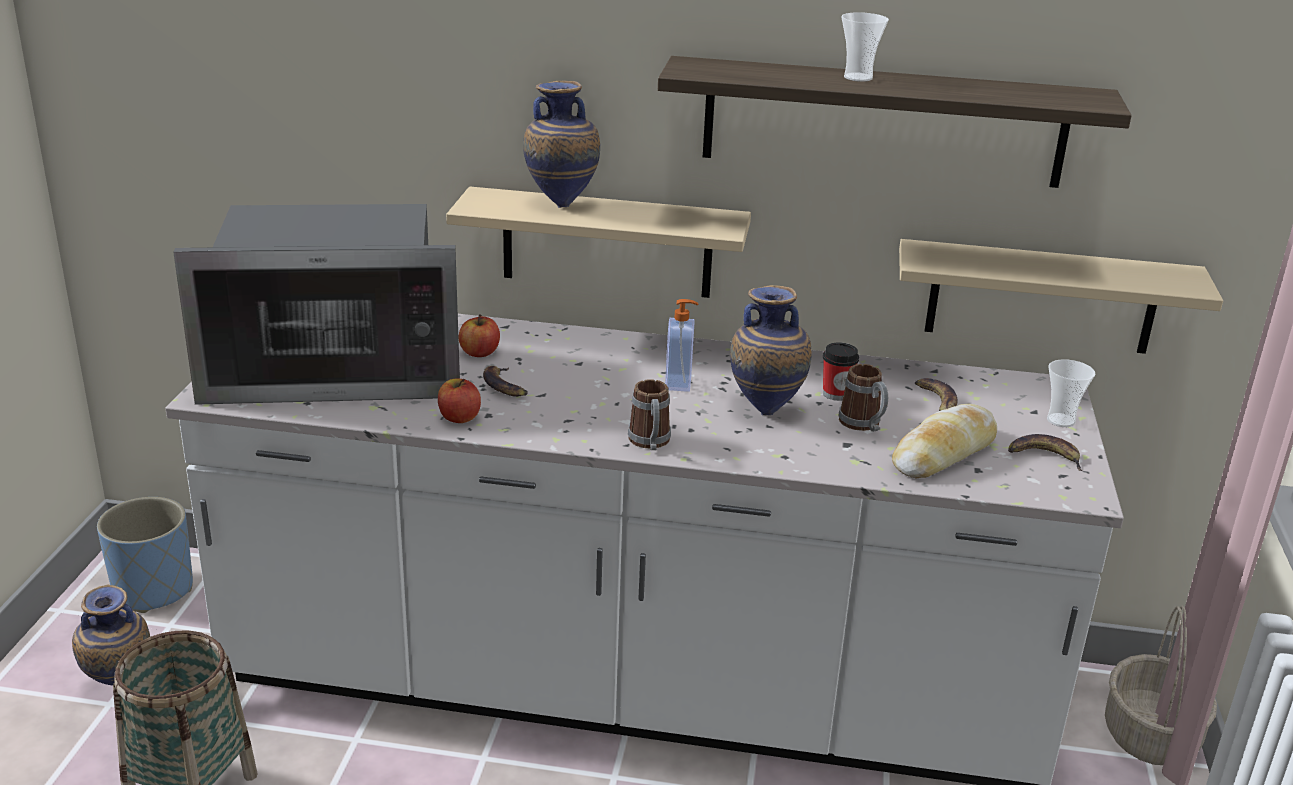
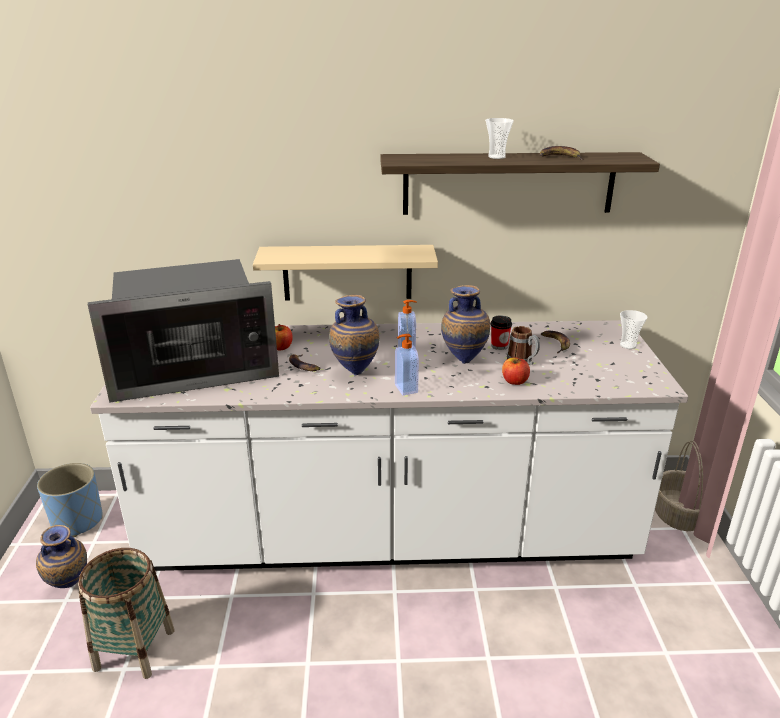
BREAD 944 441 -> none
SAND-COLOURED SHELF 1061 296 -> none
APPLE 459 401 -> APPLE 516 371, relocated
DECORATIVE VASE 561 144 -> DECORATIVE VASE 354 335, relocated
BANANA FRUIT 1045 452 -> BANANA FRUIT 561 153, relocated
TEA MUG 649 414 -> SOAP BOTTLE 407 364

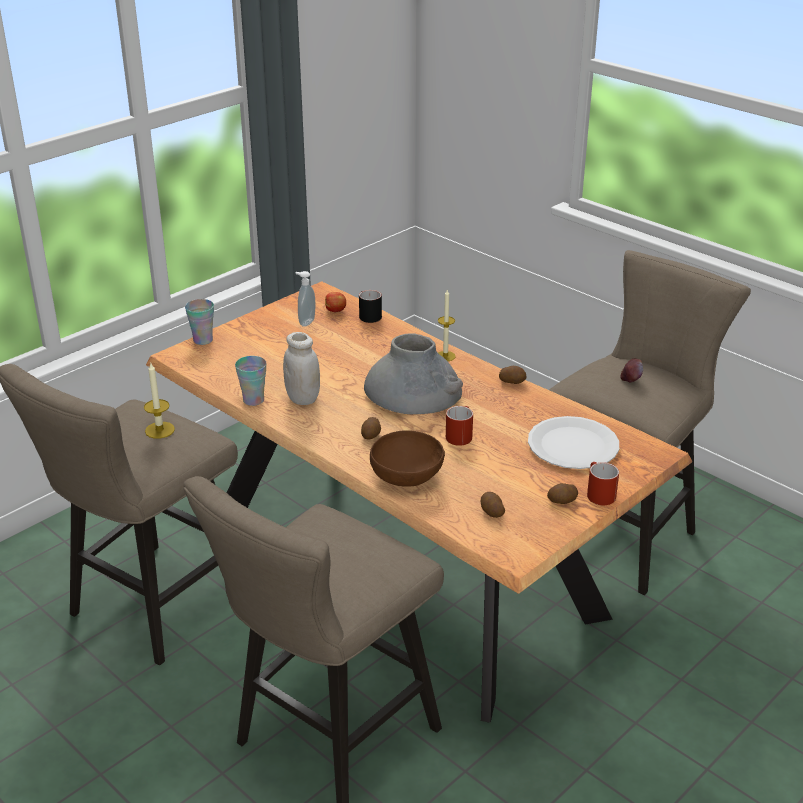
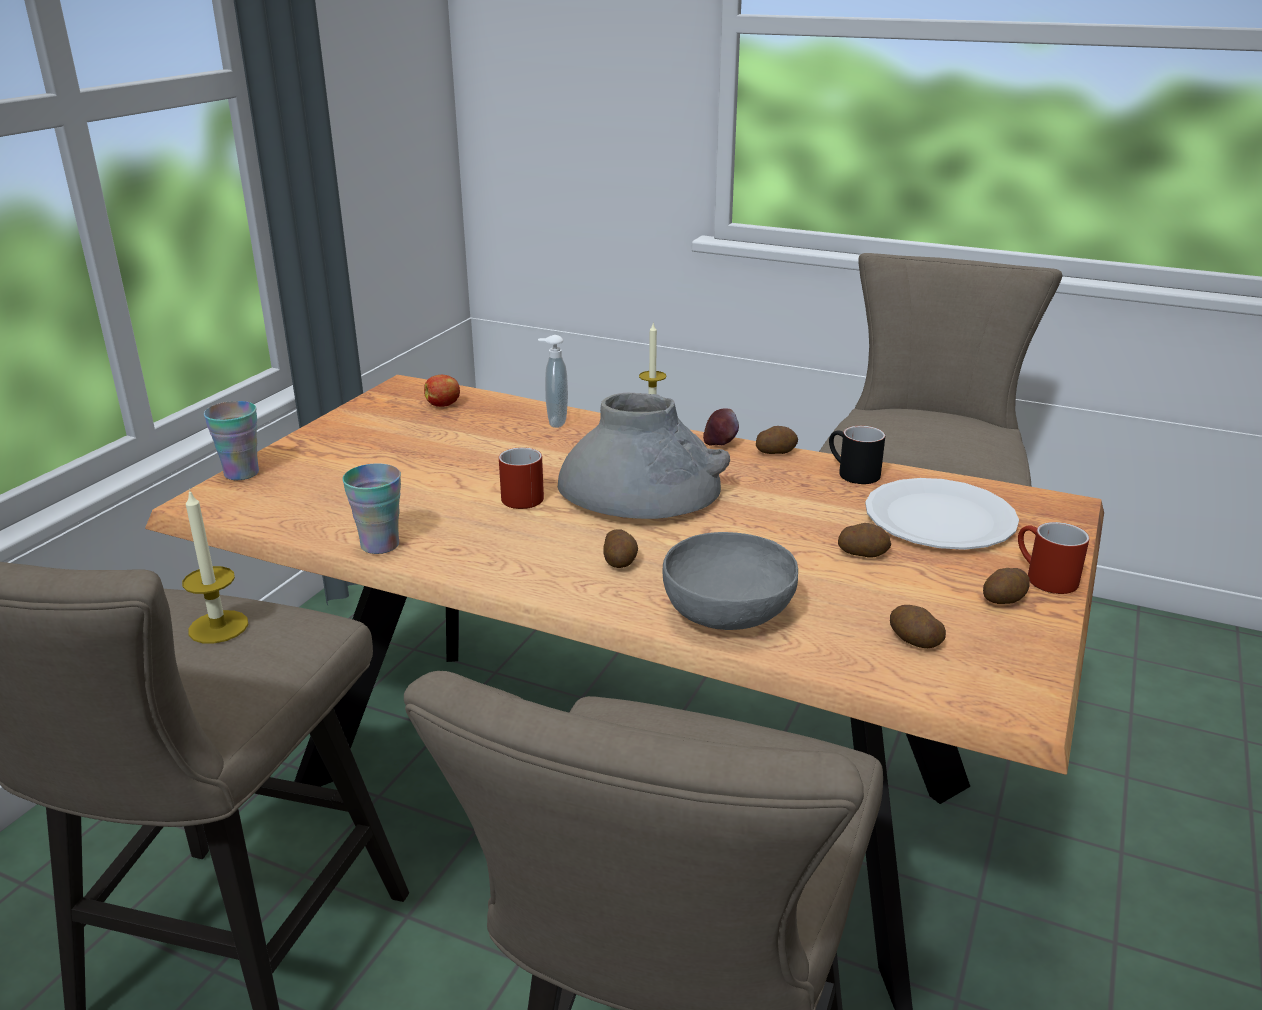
WHITE-COLOURED PRESERVE JAR 301 368 -> none
none -> WHOLE POTATO 864 540
SOAP BOTTLE 305 299 -> SOAP BOTTLE 553 381, relocated
BLACKISH TEA MUG 370 306 -> BLACKISH TEA MUG 857 455, relocated
RED TEA MUG 459 426 -> RED TEA MUG 521 478, relocated
APPLE 632 370 -> APPLE 721 427, relocated
BROWN BOWL 407 458 -> GRAY BOWL 730 581

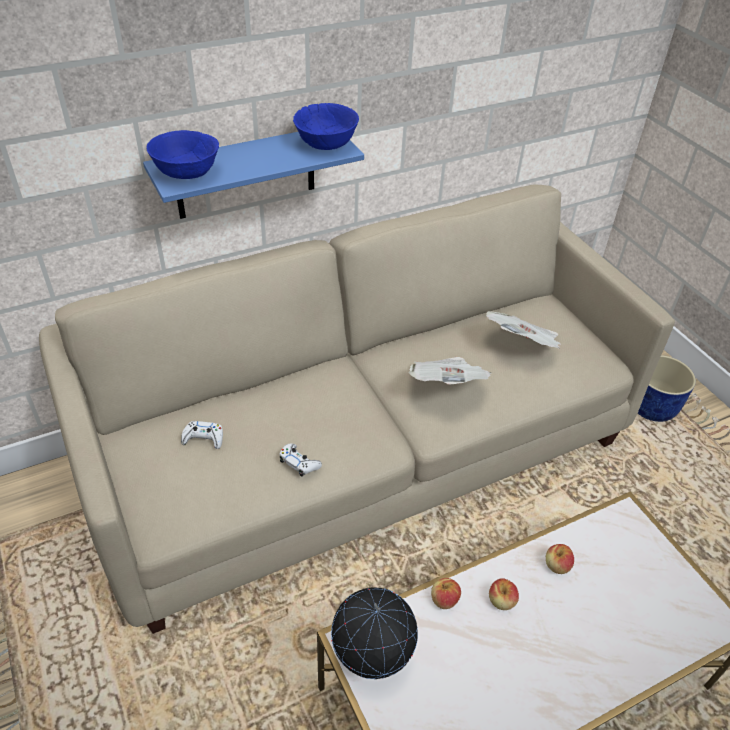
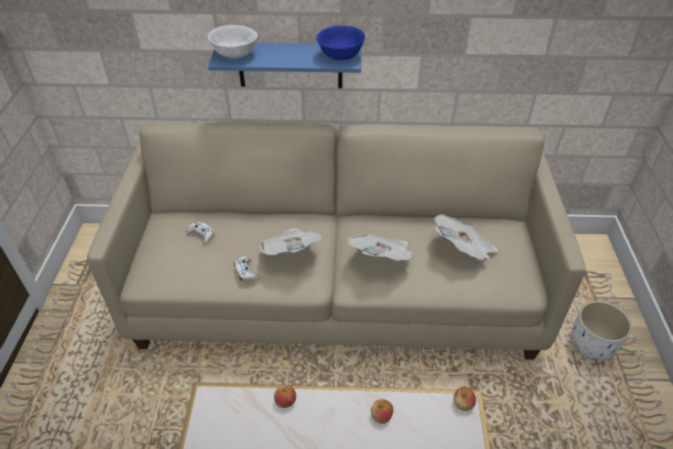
DESK GLOBE 374 633 -> none
none -> NEWSPAPER 291 241
APPLE 504 594 -> APPLE 465 399, relocated
BLUISH BOWL 183 154 -> WHITE-COLOURED BOWL 233 42
BLUISH FLOWER POT 667 388 -> WHITE-COLOURED FLOWER POT 601 331

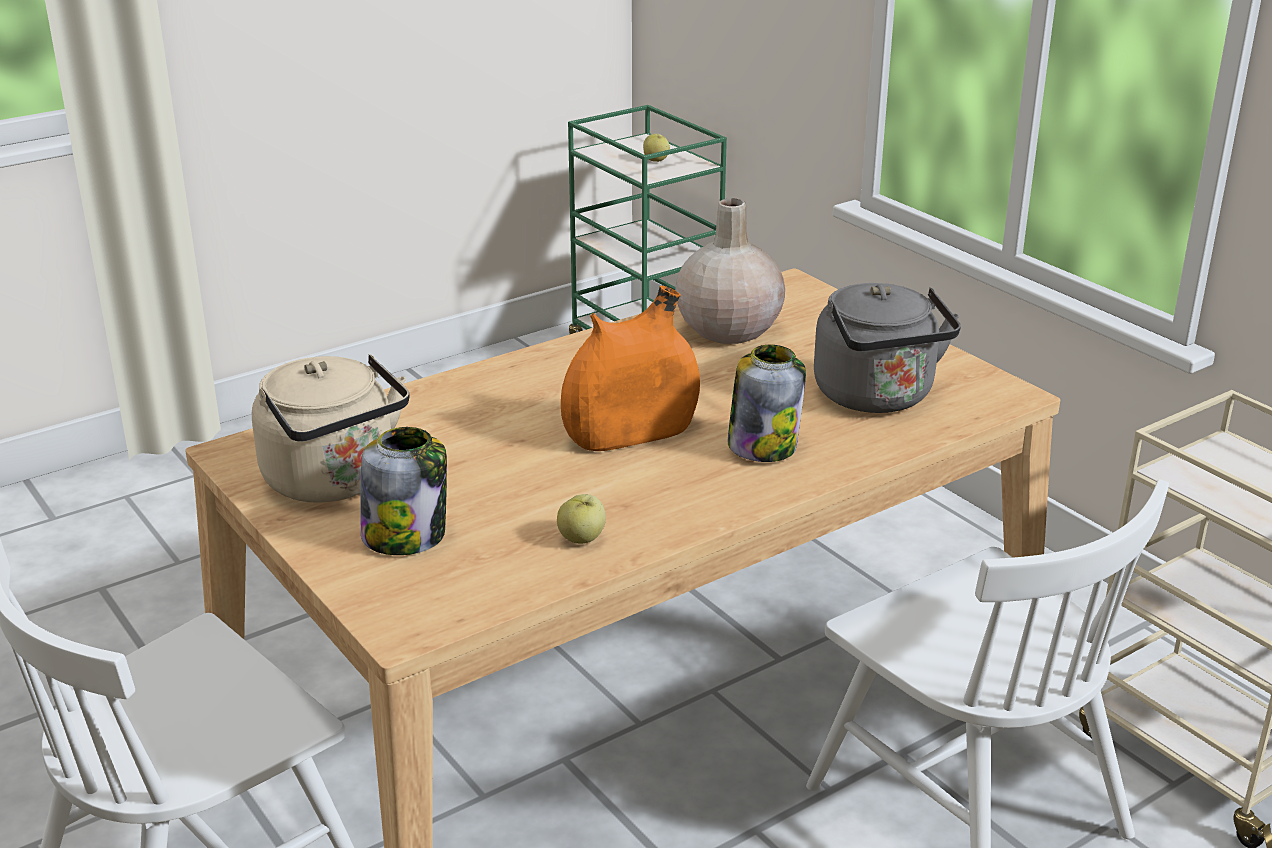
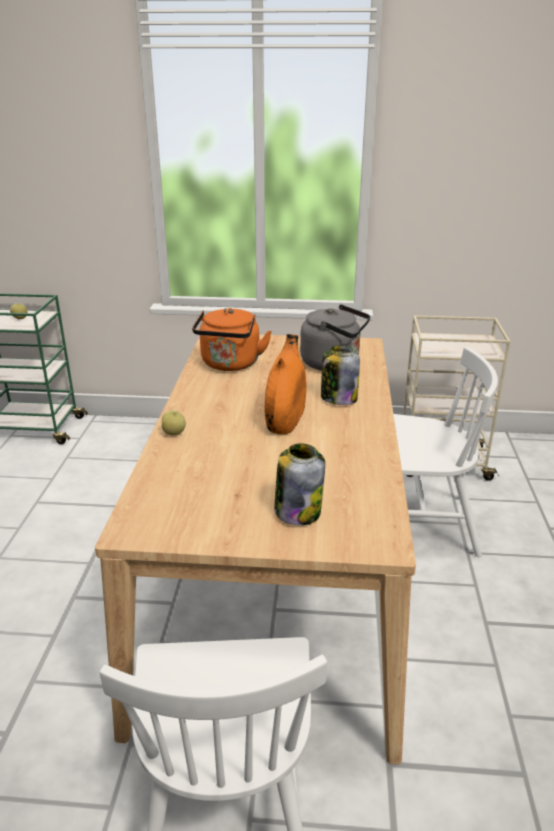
SAND-COLOURED KETTLE 331 428 -> none
APPLE 581 519 -> APPLE 174 423, relocated
SAND-COLOURED DECORATIVE VASE 730 271 -> ORANGE KETTLE 232 339

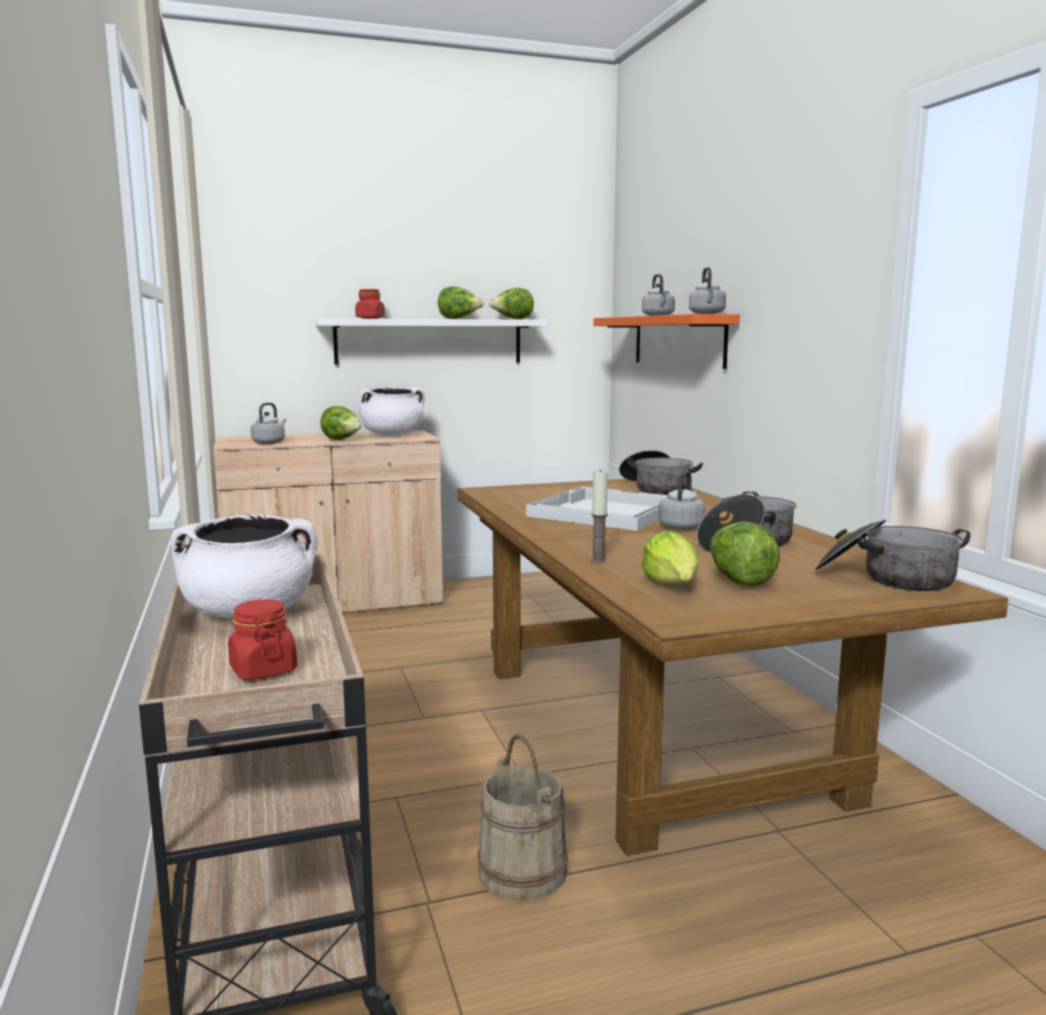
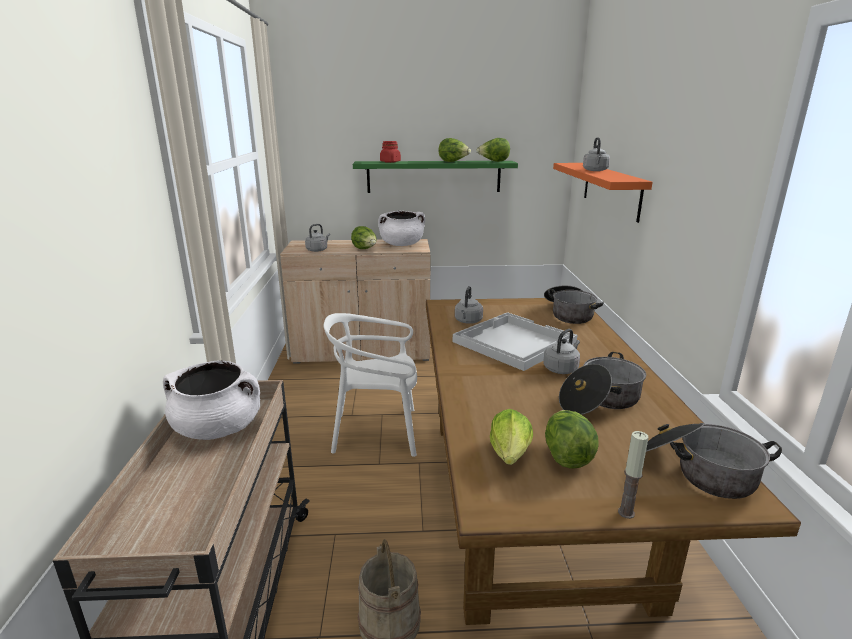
RED PRESERVE JAR 262 639 -> none
none -> WHITE-COLOURED UPRIGHT CHAIR 370 385
CANDLE 599 516 -> CANDLE 633 475, relocated
GRAY KETTLE 707 290 -> GRAY KETTLE 469 305, relocated
WHITE-COLOURED SHELF 431 341 -> GREEN-COLOURED SHELF 435 177

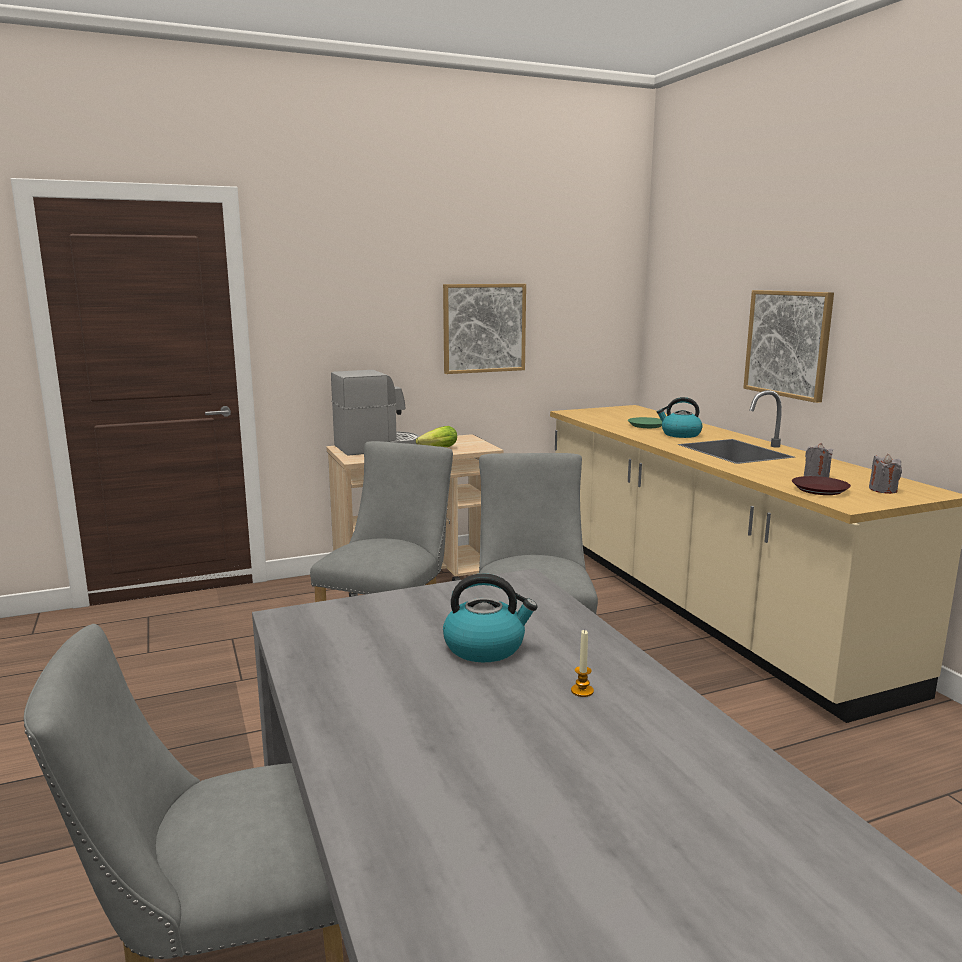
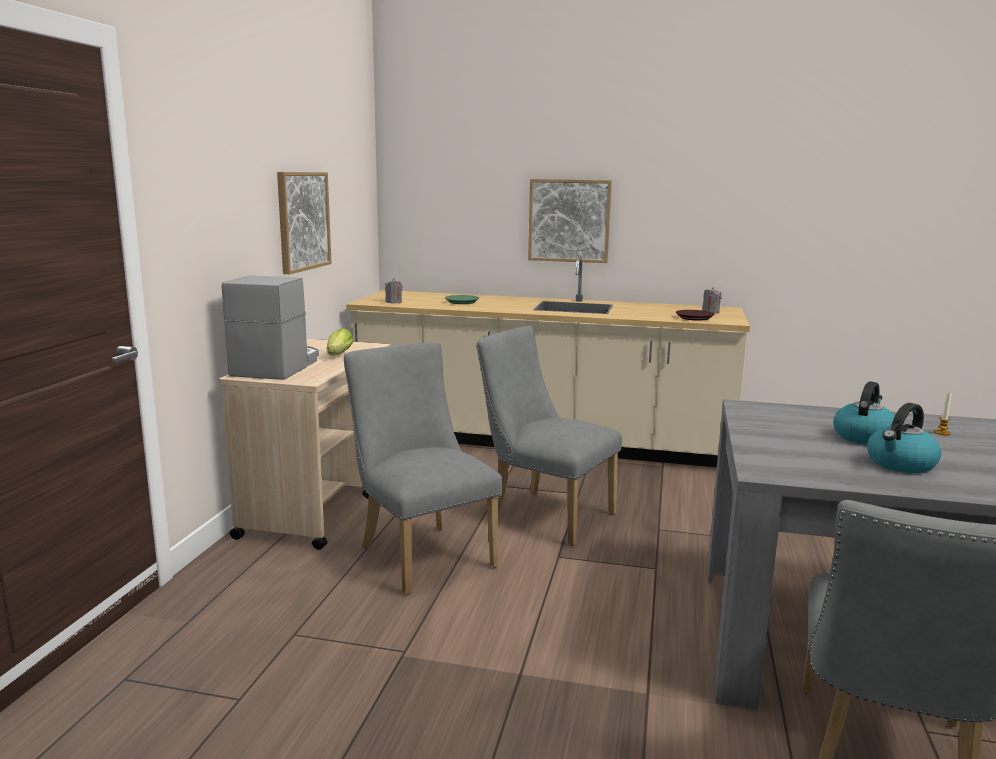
KETTLE 680 417 -> KETTLE 904 438, relocated
GRAY CANDLE 818 460 -> GRAY CANDLE 394 290, relocated

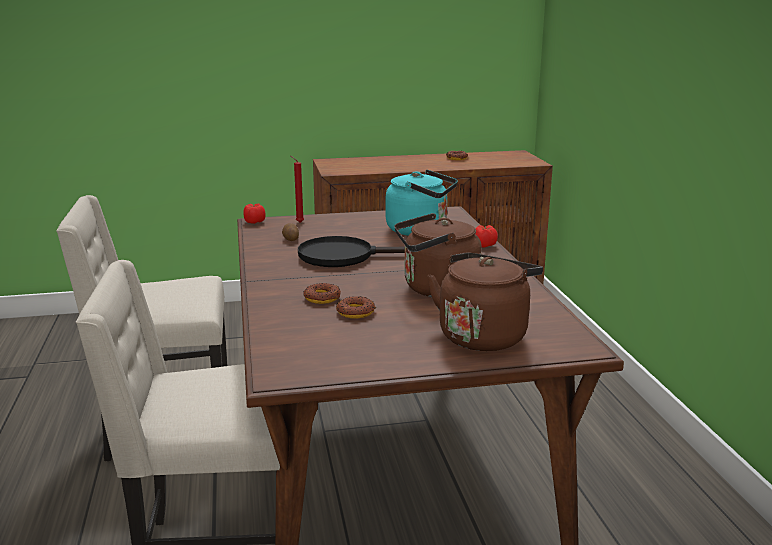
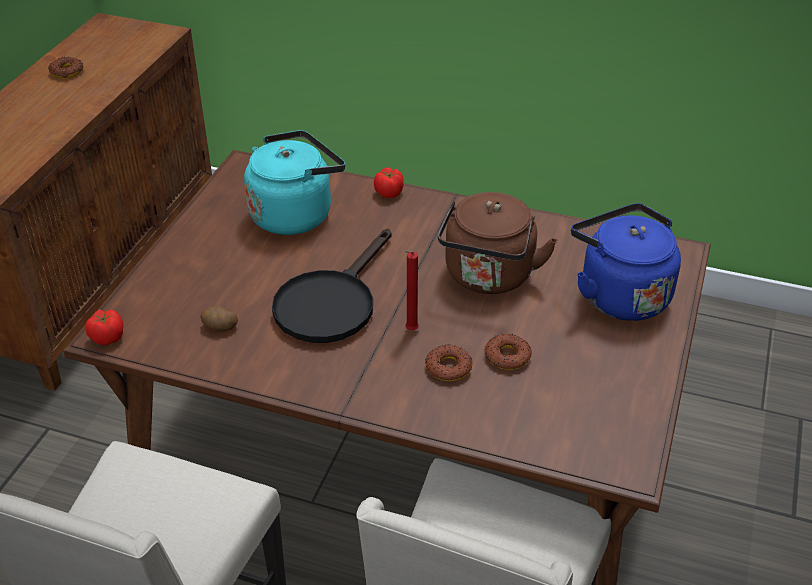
RED CANDLE 297 189 -> RED CANDLE 411 290, relocated
BROWN KETTLE 485 301 -> BLUISH KETTLE 626 262

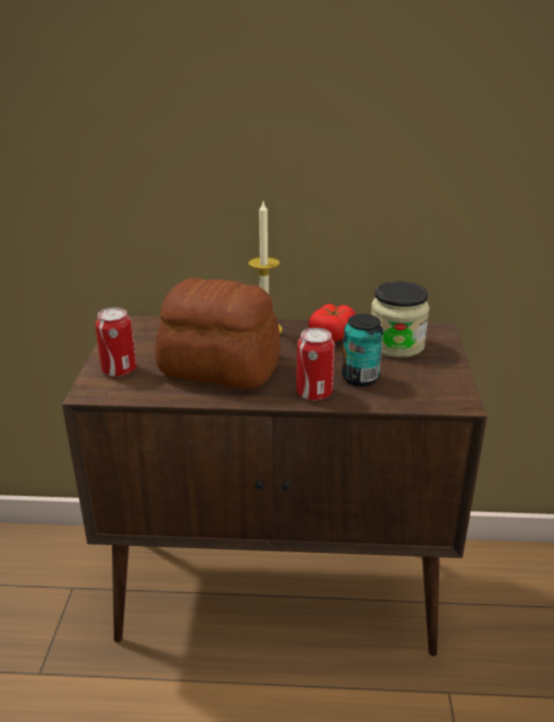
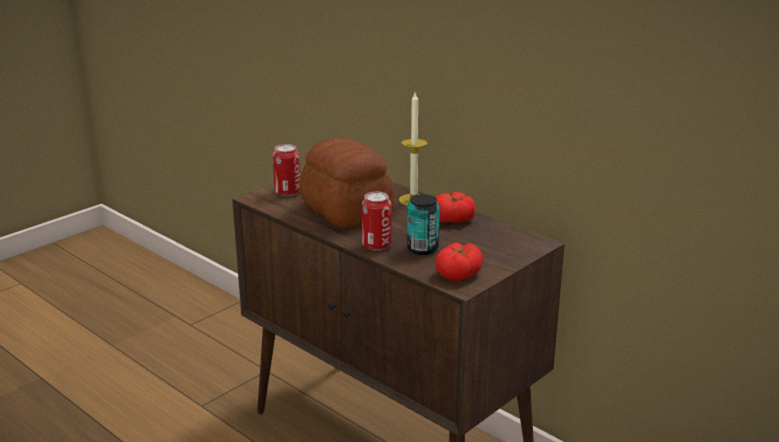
PRESERVE JAR 400 319 -> none
none -> WHOLE TOMATO 459 262

